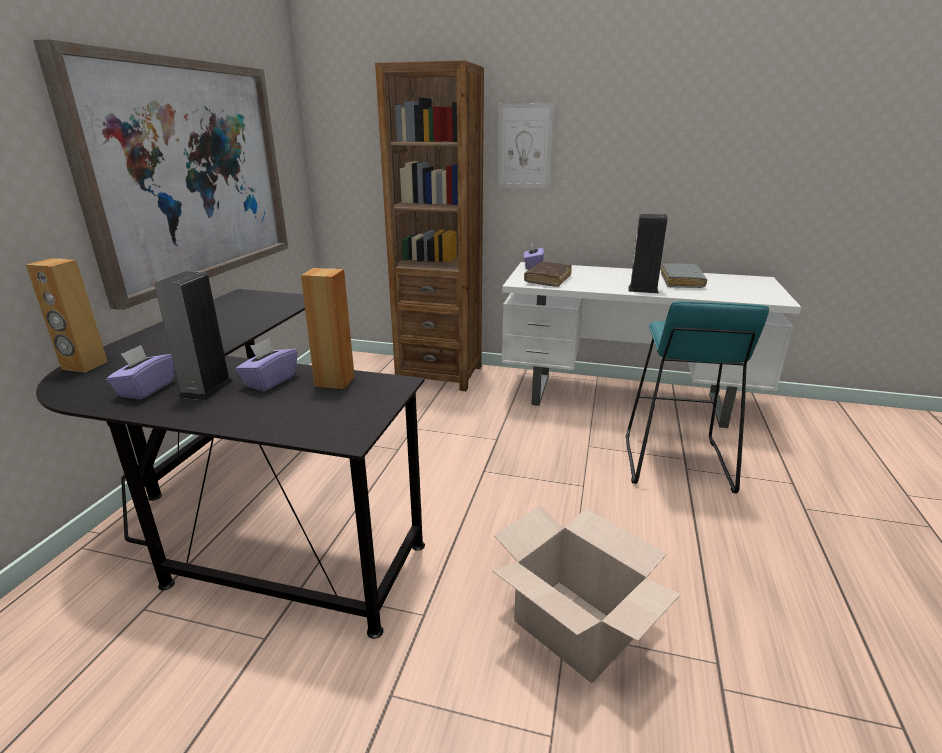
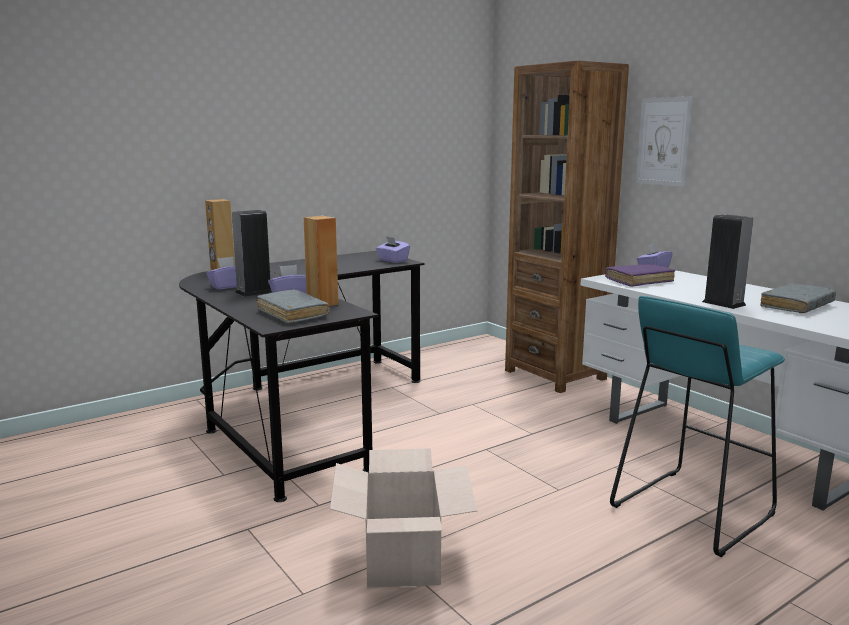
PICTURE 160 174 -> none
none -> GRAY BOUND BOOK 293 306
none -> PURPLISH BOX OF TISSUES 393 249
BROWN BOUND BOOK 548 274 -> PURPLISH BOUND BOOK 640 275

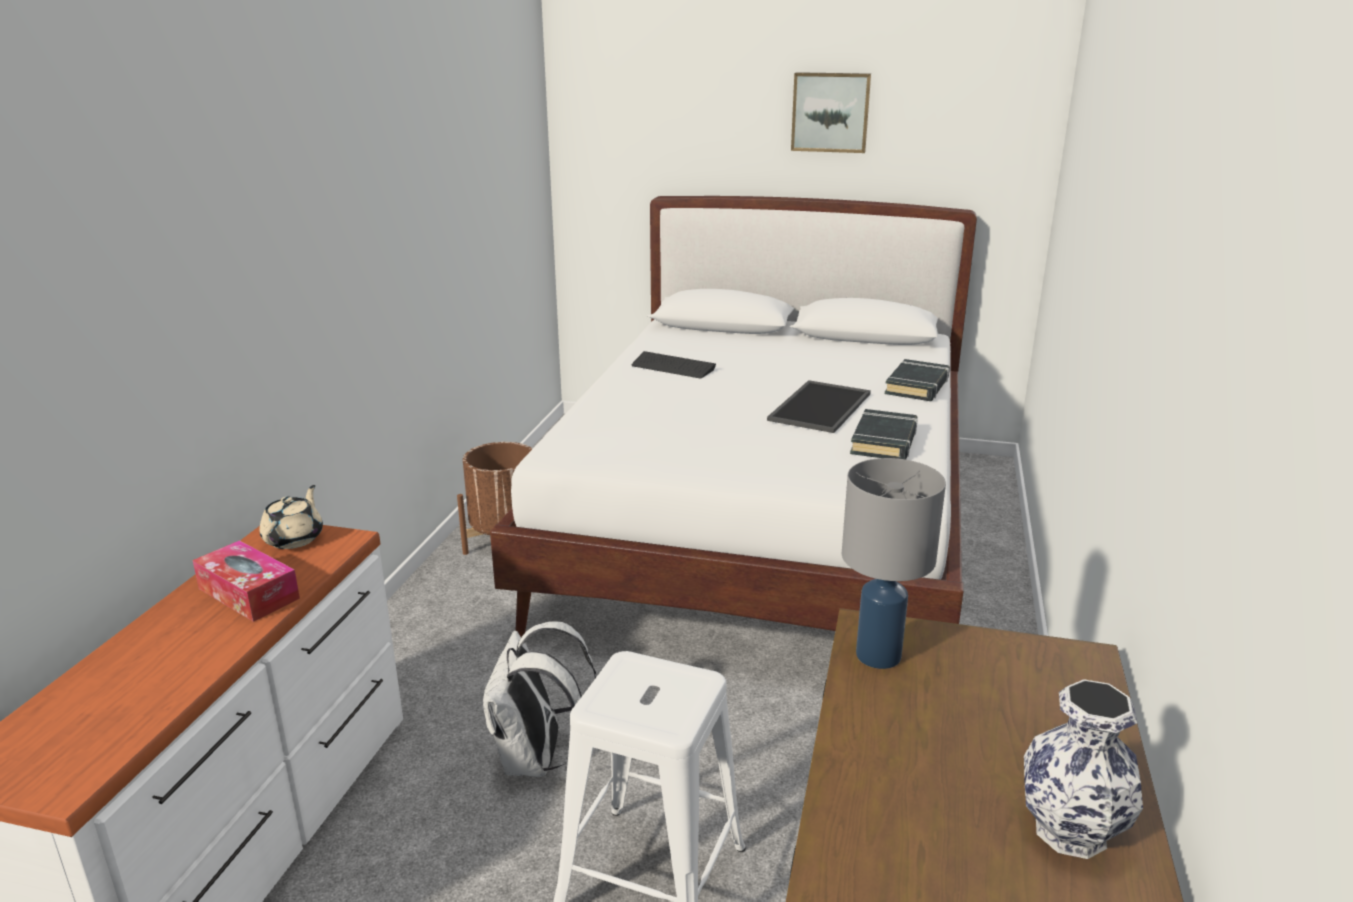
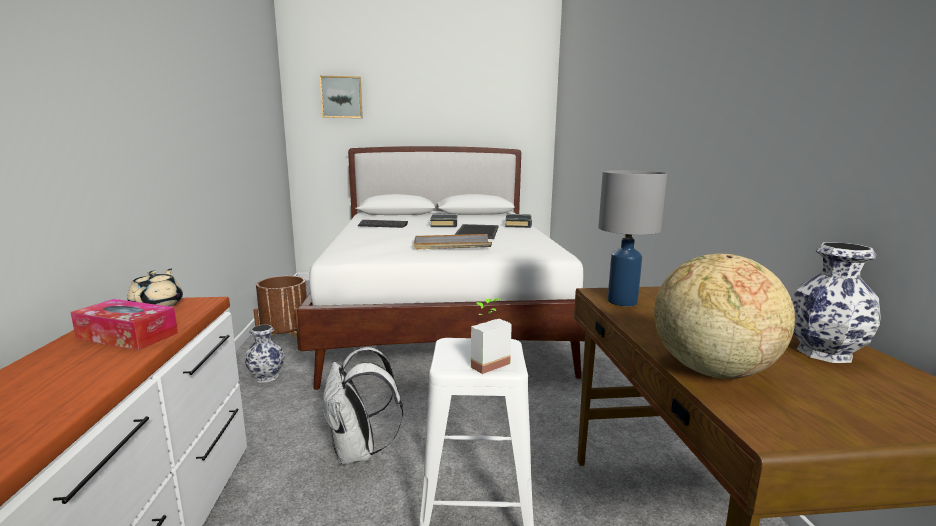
none -> DECORATIVE VASE 264 354
none -> GRAY CARRYING TRAY 453 241
none -> PLANT IN A POT 491 336
none -> DESK GLOBE 724 316
PICTURE 831 112 -> PICTURE 341 97, relocated
BLACKISH BOUND BOOK 884 434 -> BLACKISH BOUND BOOK 444 220, relocated

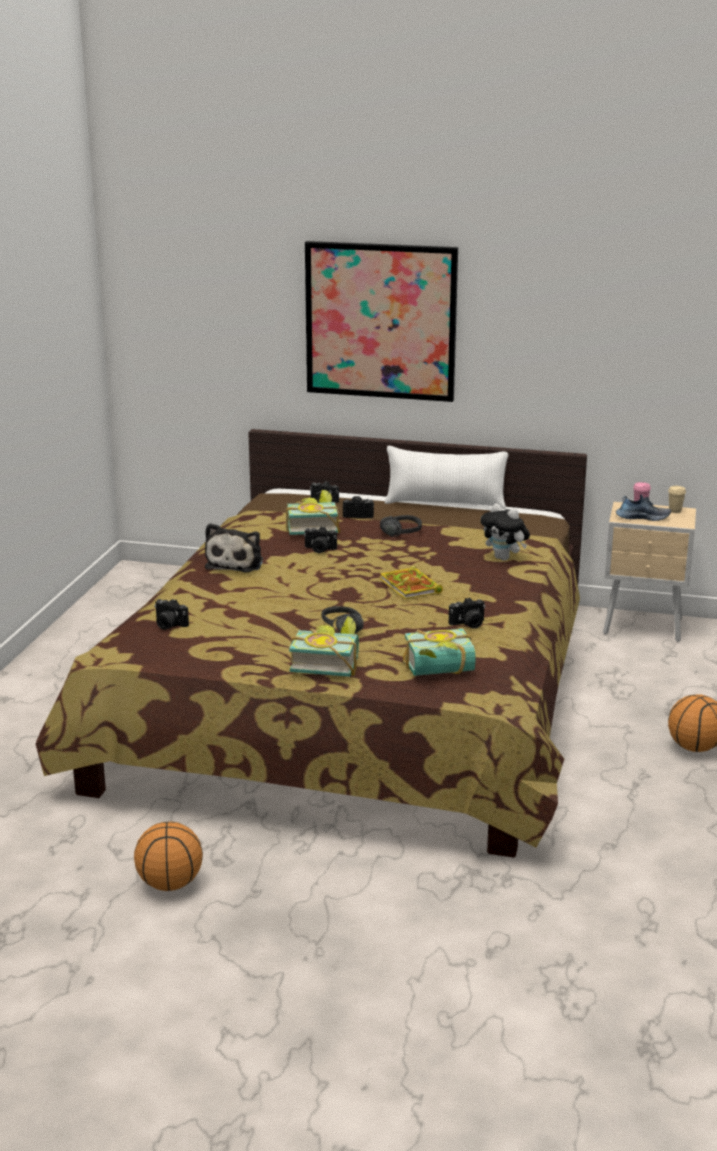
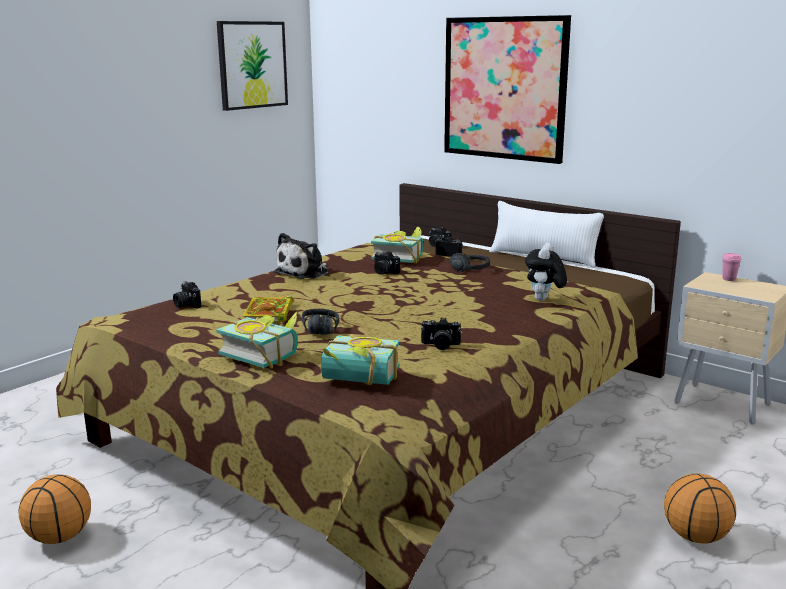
ITEM OF FOOTWEAR 643 508 -> none
SAND-COLOURED DRINKING CUP 677 499 -> none
none -> PICTURE 252 66
BOUND BOOK 411 582 -> BOUND BOOK 268 309, relocated
SOFT TOY 505 532 -> SOFT TOY 546 272, 45 degrees clockwise

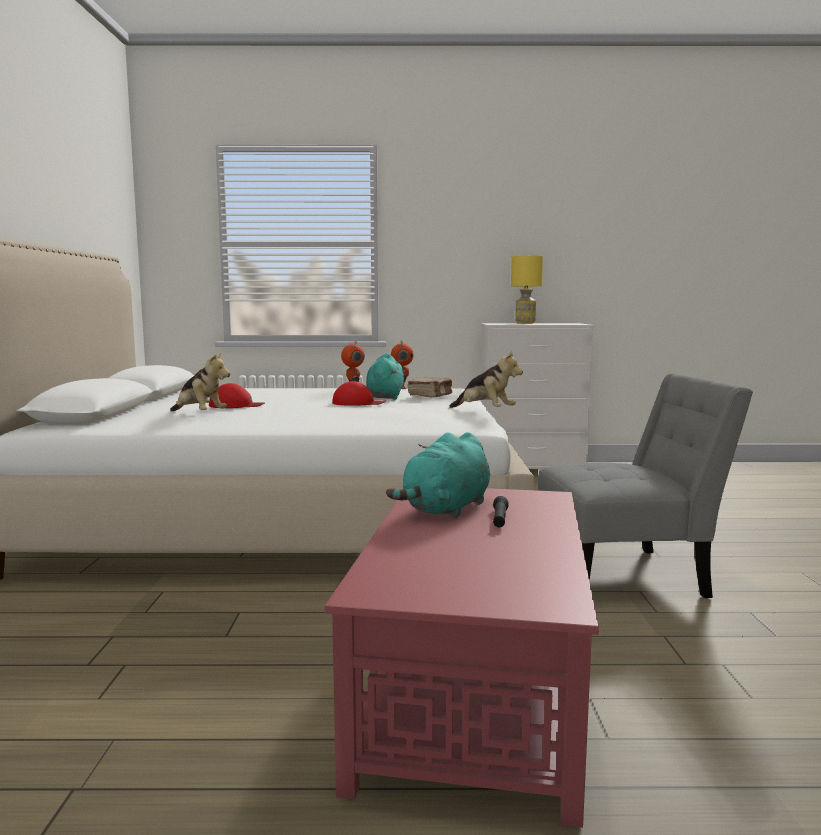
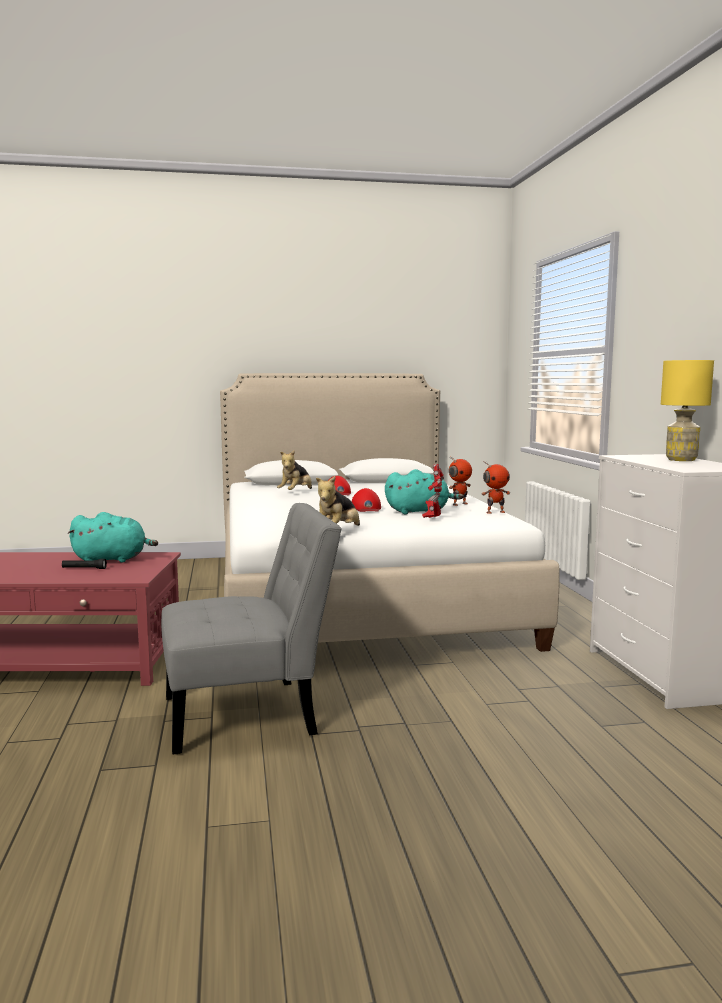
BROWN BOUND BOOK 430 386 -> MODEL ROBOT 433 491
TURQUOISE-COLOURED SOFT TOY 438 475 -> TURQUOISE-COLOURED SOFT TOY 113 537, 150 degrees clockwise
GRAY UPRIGHT CHAIR 645 486 -> GRAY UPRIGHT CHAIR 251 629, 90 degrees counterclockwise

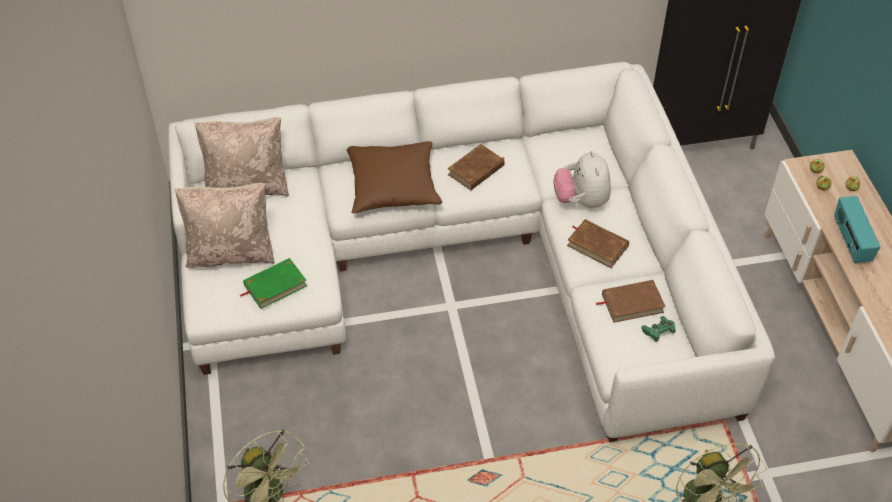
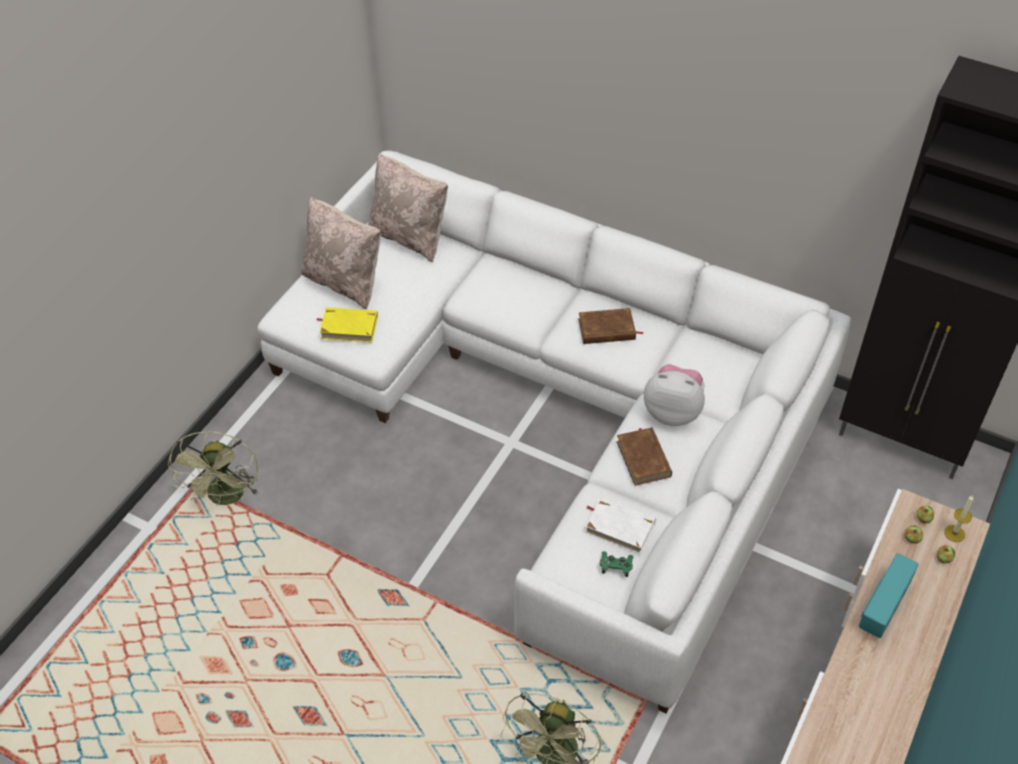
BROWN THROW PILLOW 394 177 -> none
none -> CANDLE 959 518
GREEN-COLOURED BOUND BOOK 273 283 -> YELLOW-COLOURED BOUND BOOK 347 324
BROWN BOUND BOOK 631 301 -> WHITE-COLOURED BOUND BOOK 620 525
SOFT TOY 582 179 -> SOFT TOY 674 395, 75 degrees clockwise

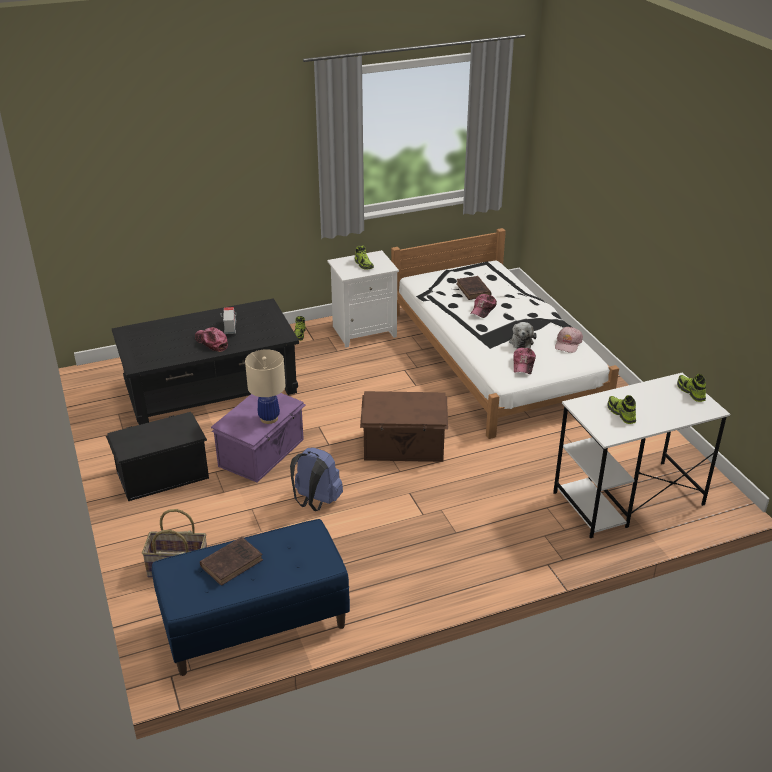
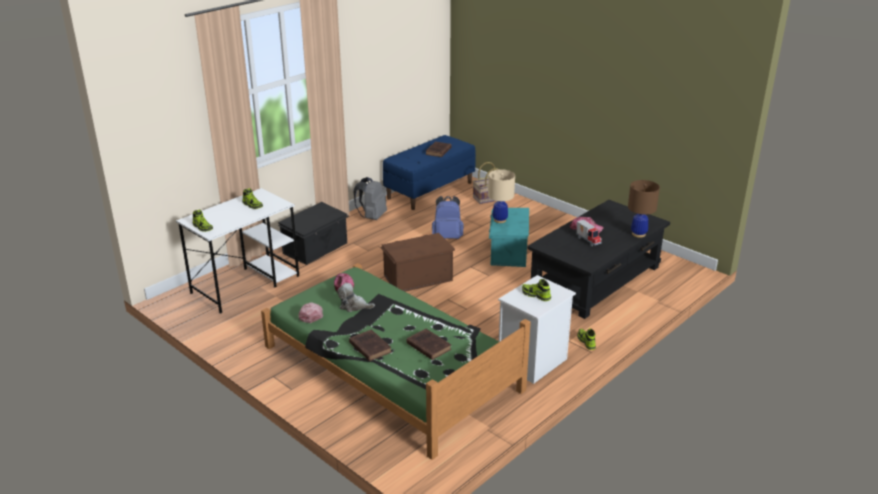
BASEBALL CAP 483 306 -> none
none -> BROWN BOUND BOOK 370 345
none -> GRAY KNAPSACK 370 198
none -> BROWN TABLETOP LAMP 644 209
BLACKISH STORAGE BOX 157 456 -> BLACKISH STORAGE BOX 313 233, relocated
PURPLISH STORAGE BOX 258 437 -> TURQUOISE-COLOURED STORAGE BOX 509 237
WHITE-COLOURED BEDROOM BED 505 333 -> GREEN-COLOURED BEDROOM BED 396 361
SOFT TOY 523 335 -> SOFT TOY 356 297, 60 degrees counterclockwise

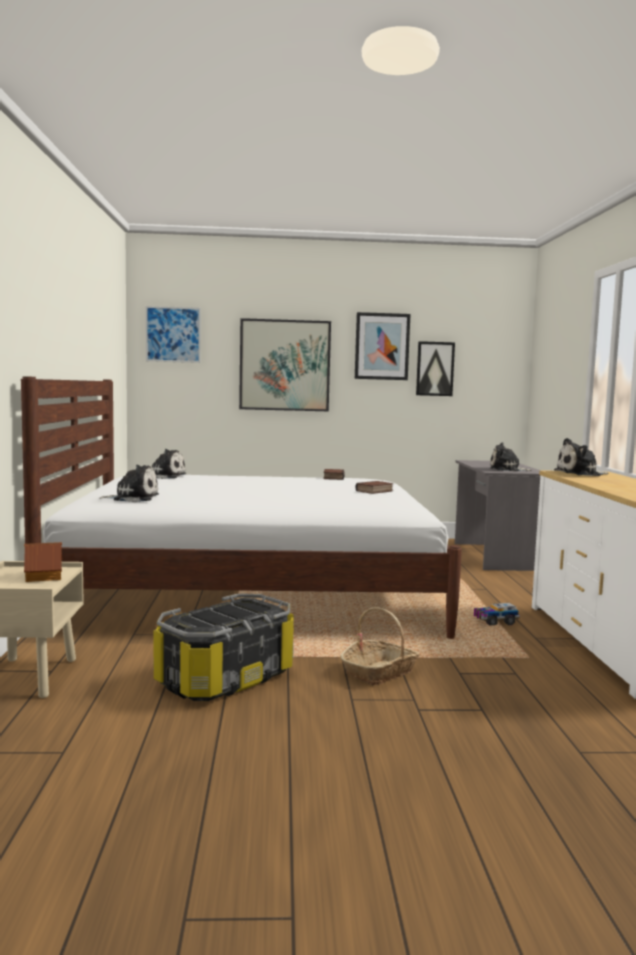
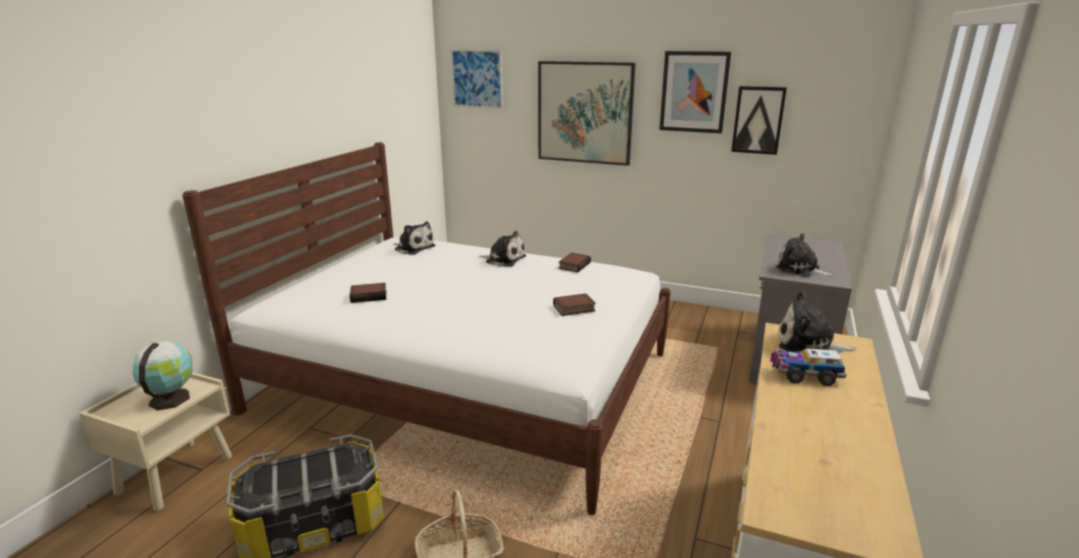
none -> BOUND BOOK 368 293
SOFT TOY 129 483 -> SOFT TOY 502 249, relocated
TOY LORRY 497 614 -> TOY LORRY 808 367, relocated
MINIATURE HOUSE 43 562 -> DESK GLOBE 163 376

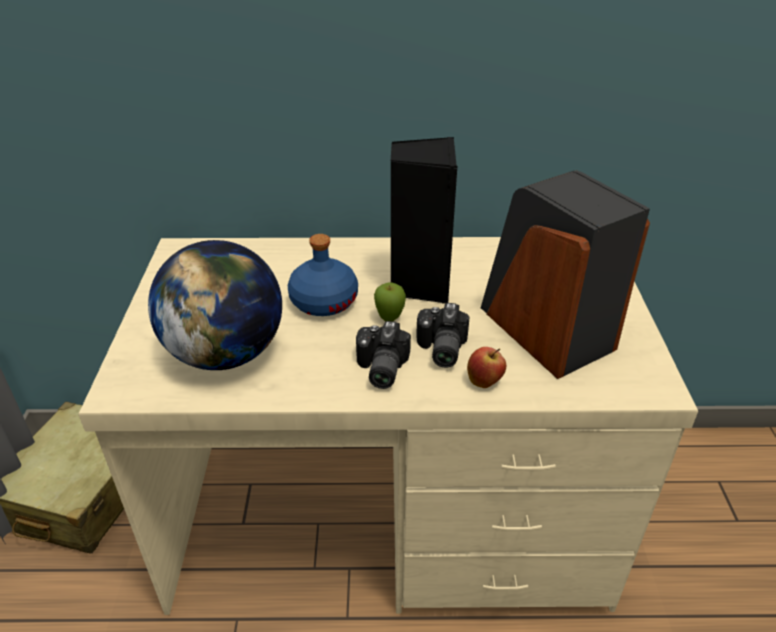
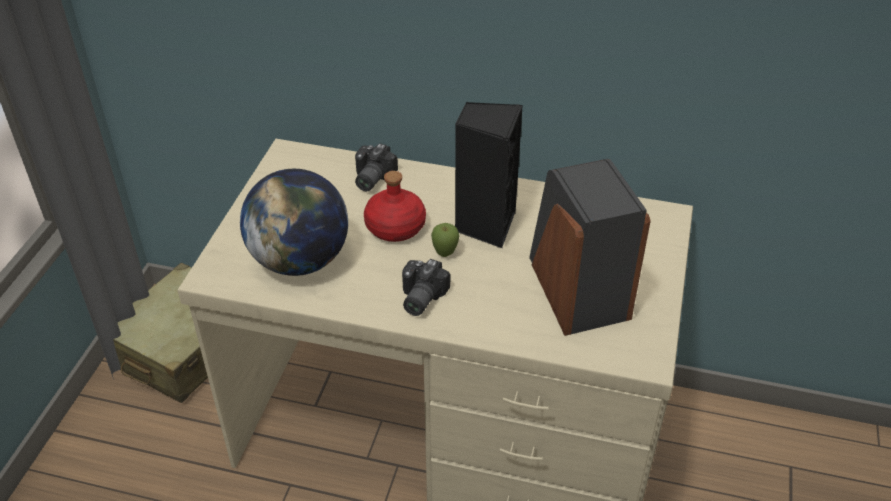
APPLE 486 367 -> none
PHOTO CAMERA 443 335 -> PHOTO CAMERA 376 167, relocated
BLUISH BEVERAGE BOTTLE 323 275 -> RED BEVERAGE BOTTLE 395 206

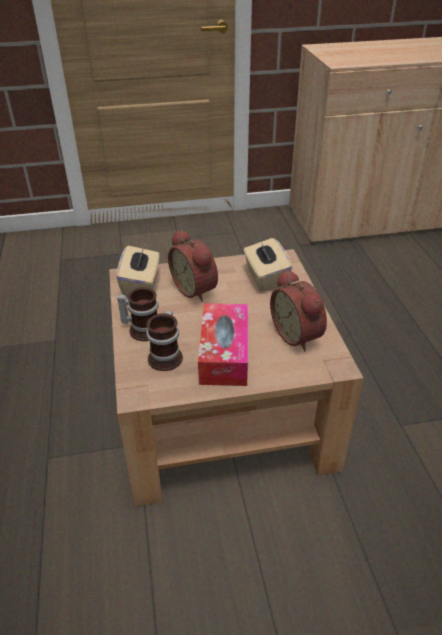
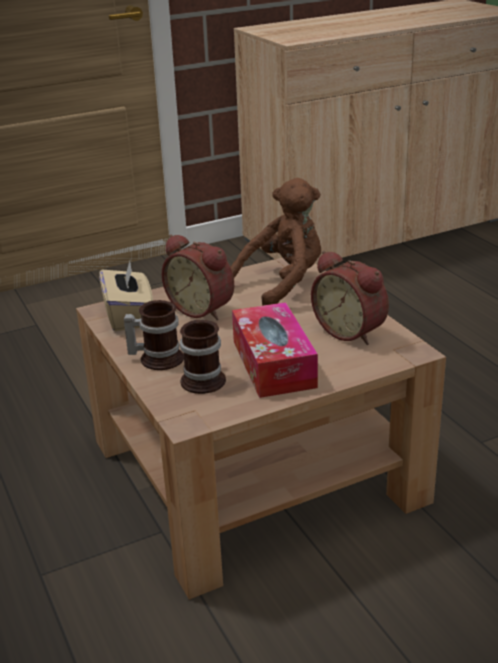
SAND-COLOURED BOX OF TISSUES 267 264 -> BROWN SOFT TOY 276 242

